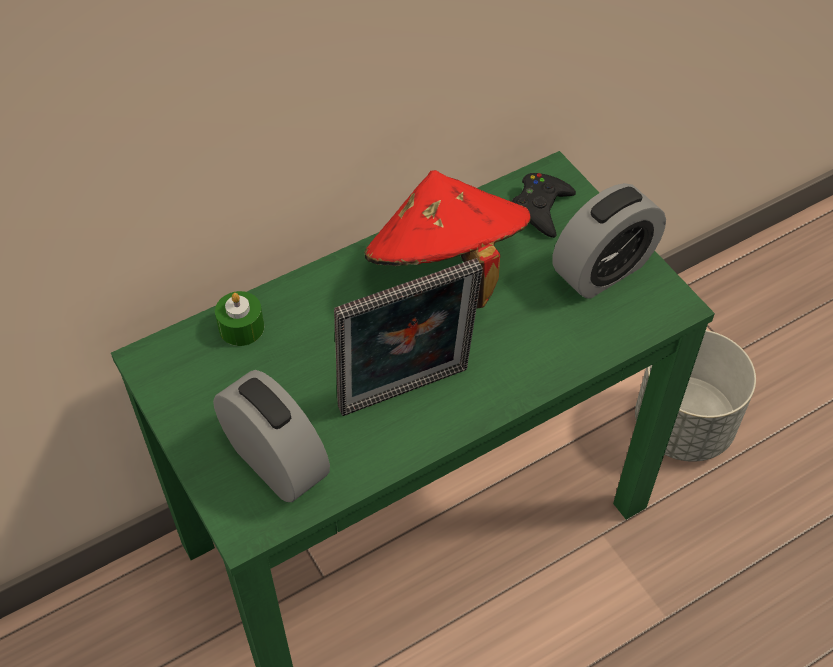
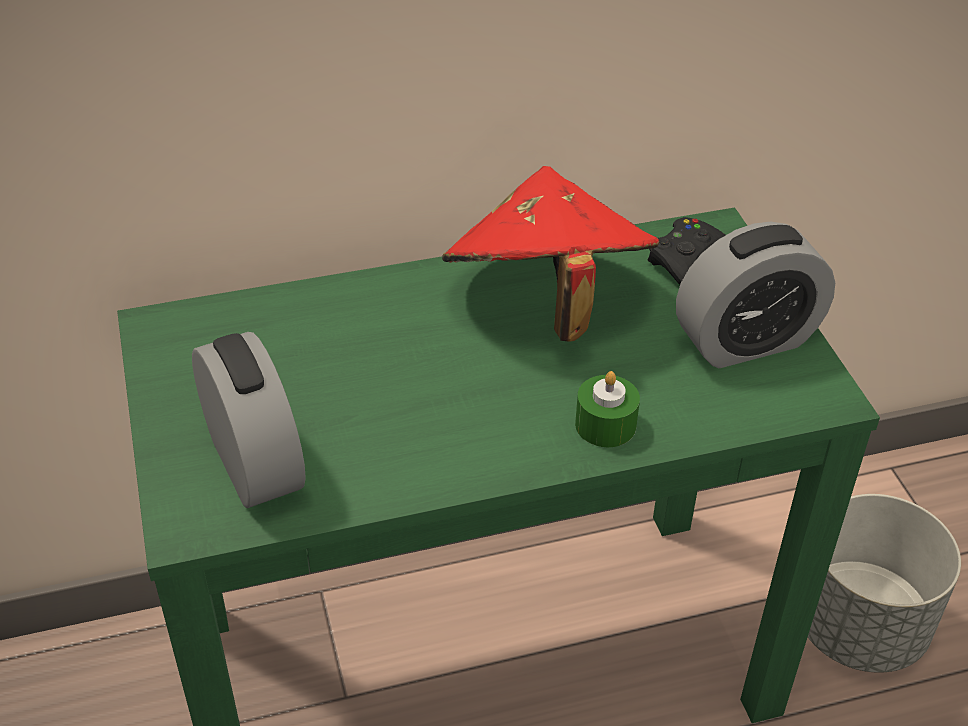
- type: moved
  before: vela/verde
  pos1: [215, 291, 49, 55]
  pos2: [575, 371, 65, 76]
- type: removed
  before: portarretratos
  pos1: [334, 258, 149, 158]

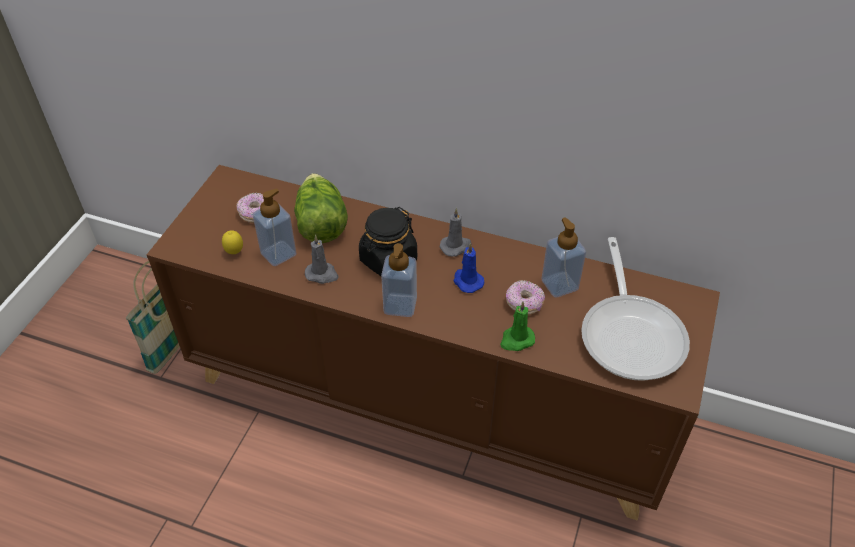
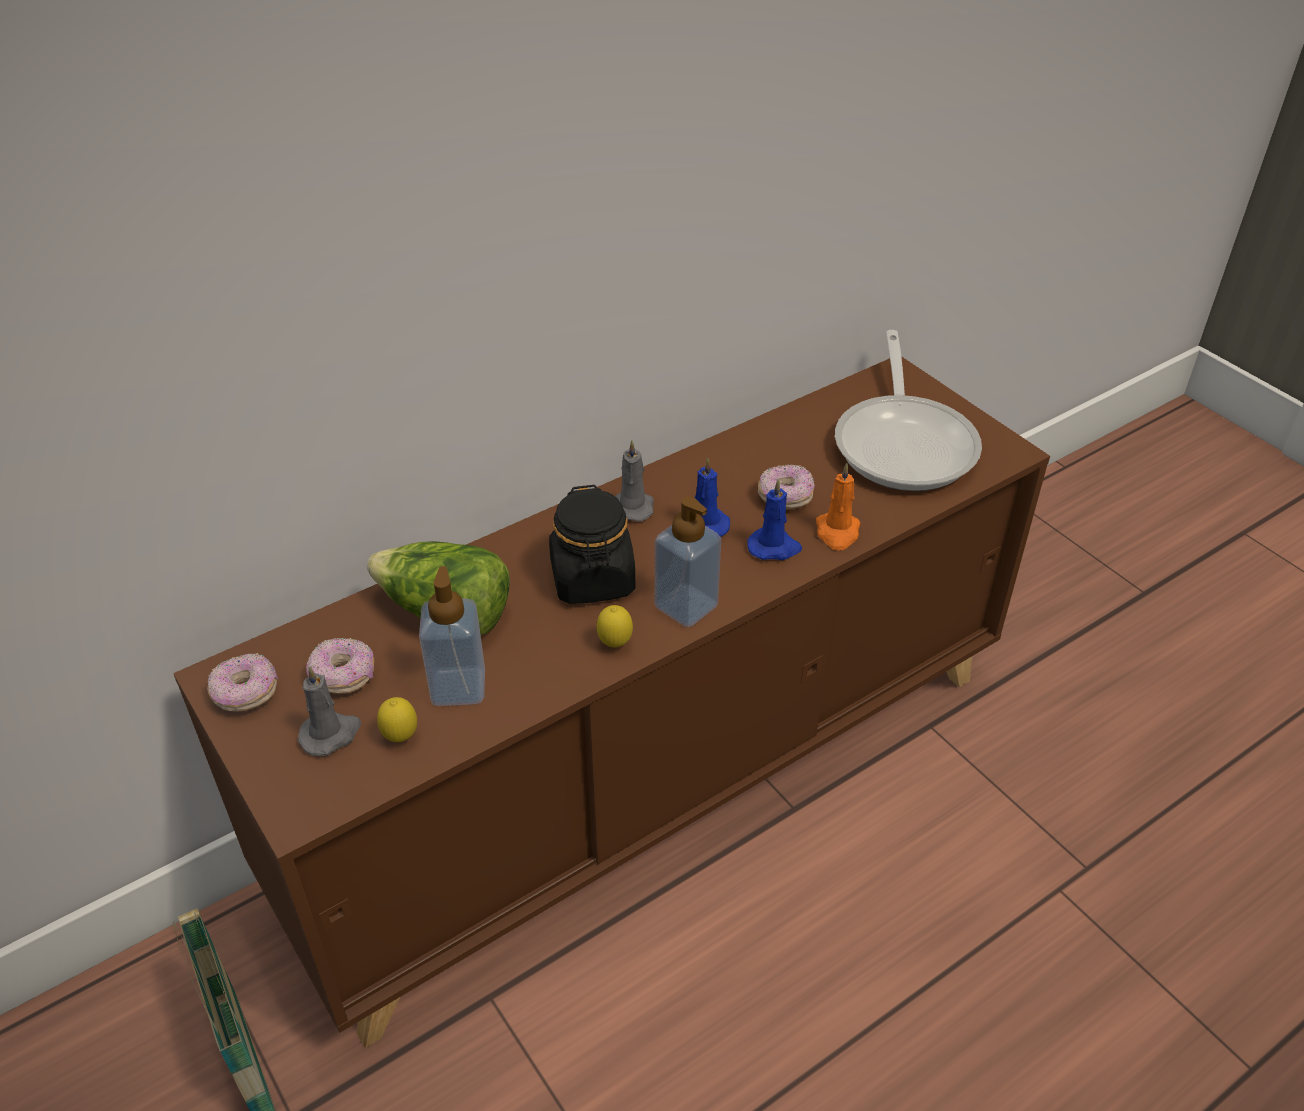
- type: moved
  before: vela/gris
  pos1: [305, 235, 33, 49]
  pos2: [298, 666, 63, 90]
- type: recoloured
  before: vela/verde
  after: vela/naranja
  pos1: [500, 301, 35, 50]
  pos2: [816, 463, 44, 88]
- type: removed
  before: dispensador de jabón
  pos1: [542, 217, 44, 81]
- type: turned
  before: sartén
  pos1: [581, 237, 109, 144]
  pos2: [835, 330, 147, 161]
  turn: 60
- type: added
  after: rosquilla
  pos2: [207, 653, 71, 59]
- type: added
  after: limón
  pos2: [597, 605, 36, 42]
- type: added
  after: vela/azul
  pos2: [747, 479, 55, 81]

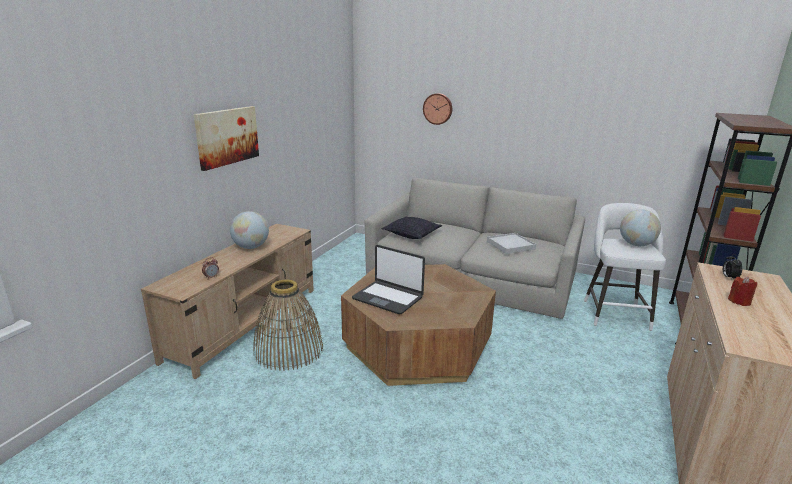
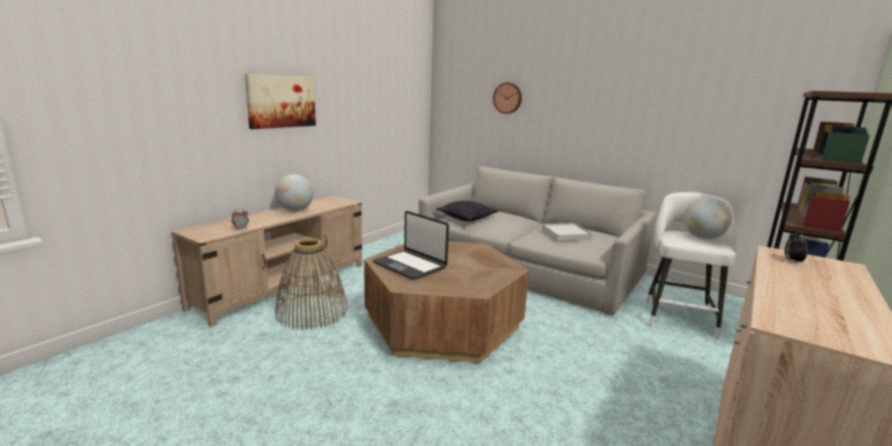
- type: removed
  before: vela/rojo
  pos1: [728, 277, 29, 29]

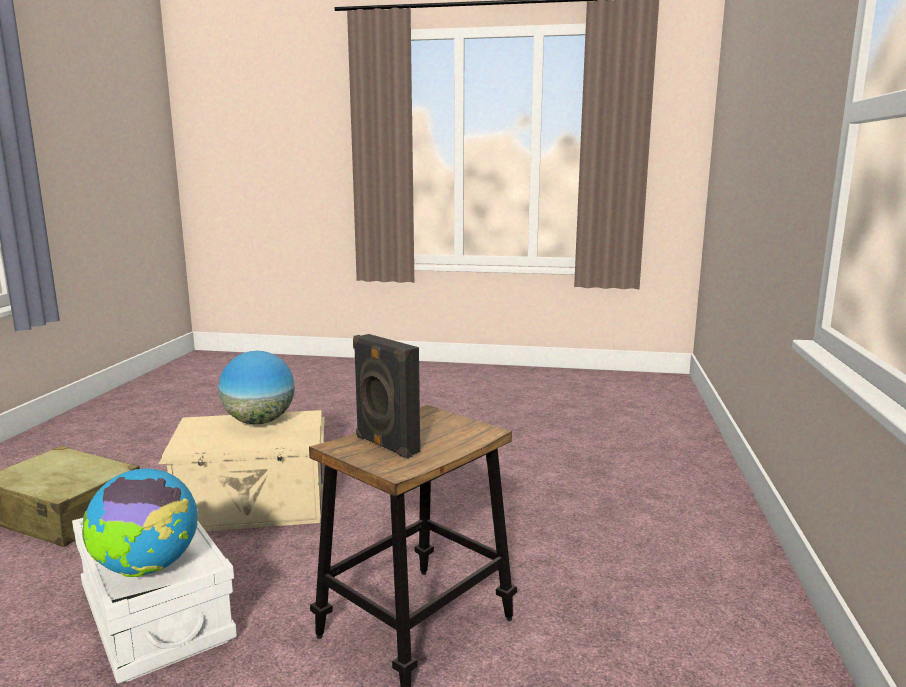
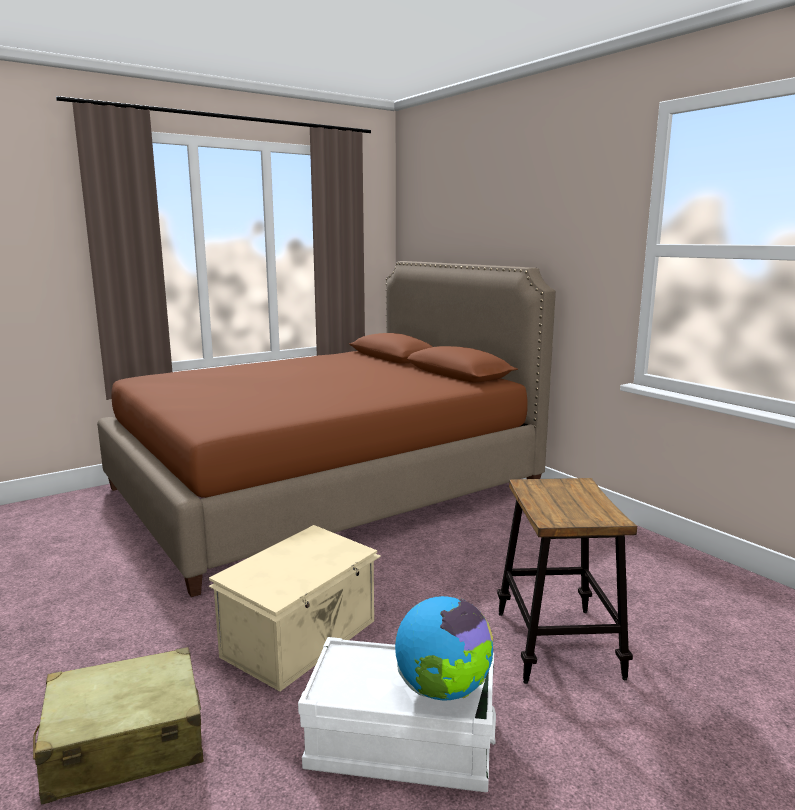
- type: removed
  before: globo terráqueo
  pos1: [218, 351, 77, 73]
- type: removed
  before: altavoz/negro
  pos1: [353, 334, 67, 125]
- type: added
  after: cama/marrón
  pos2: [97, 261, 459, 336]

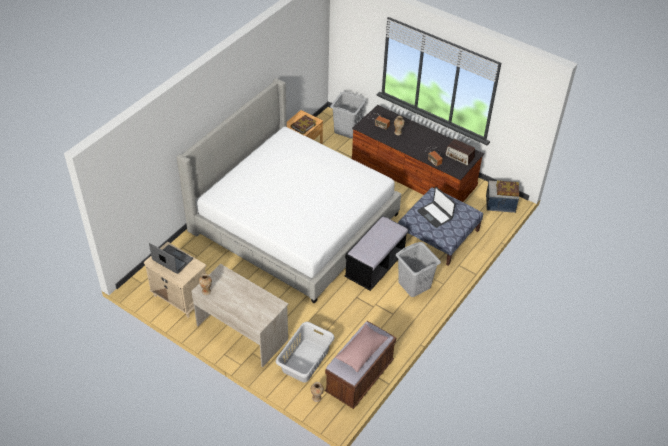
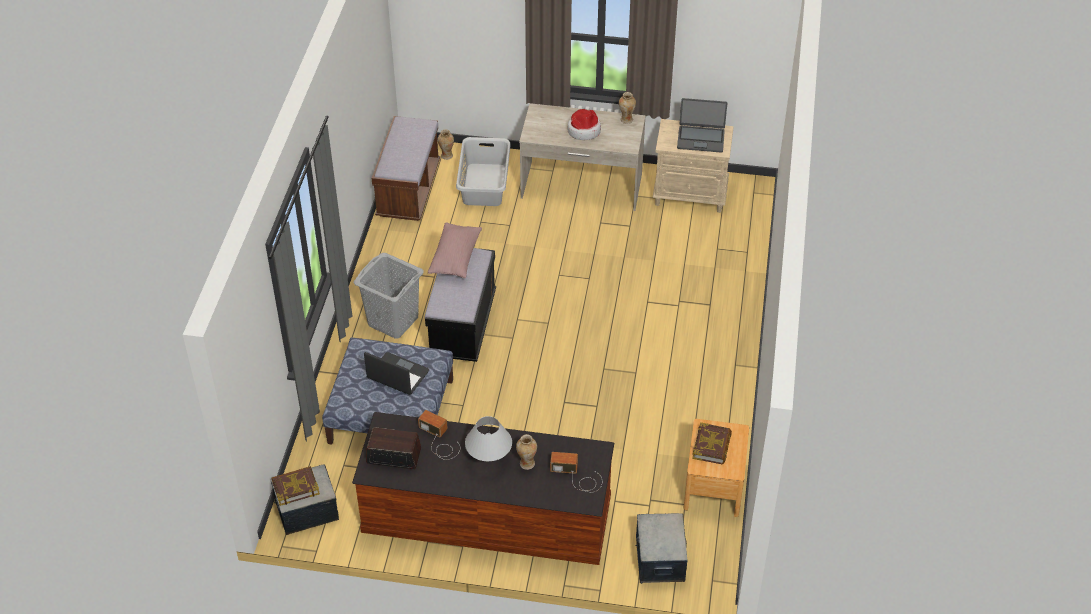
- type: removed
  before: cama
  pos1: [176, 78, 225, 226]
- type: replaced
  before: cesto de la ropa/gris
  after: caja de almacenaje
  pos1: [330, 92, 36, 46]
  pos2: [636, 513, 52, 71]
- type: moved
  before: cojín/rosa
  pos1: [335, 324, 53, 48]
  pos2: [428, 222, 54, 56]
- type: added
  after: lámpara de mesa/blanco
  pos2: [465, 416, 47, 45]
- type: added
  after: sombrero
  pos2: [567, 109, 34, 31]

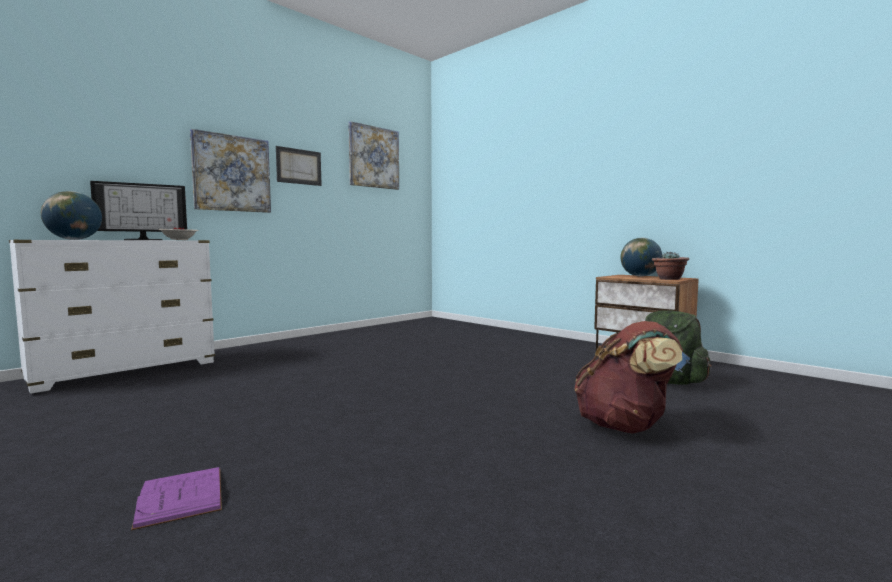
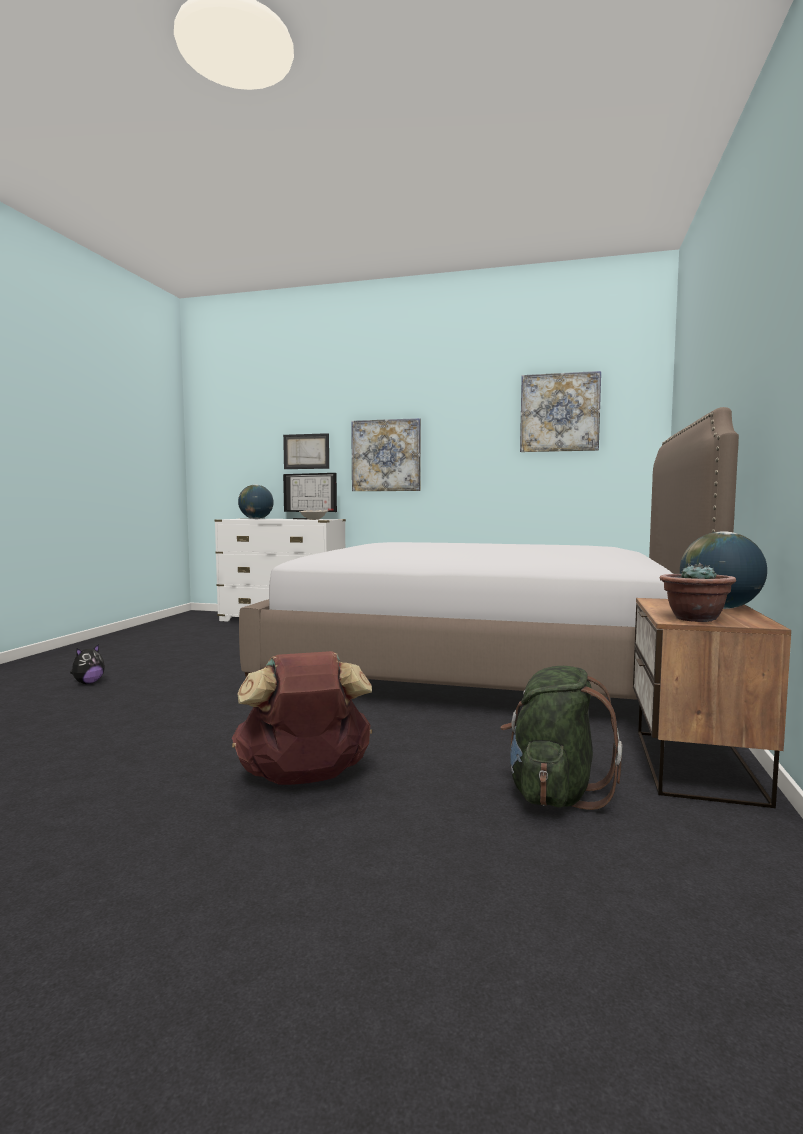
- type: replaced
  before: libro/morado
  after: peluche
  pos1: [131, 467, 91, 63]
  pos2: [70, 644, 35, 40]
- type: moved
  before: cuadro
  pos1: [276, 146, 46, 40]
  pos2: [283, 433, 46, 36]
- type: added
  after: cama
  pos2: [239, 407, 500, 293]

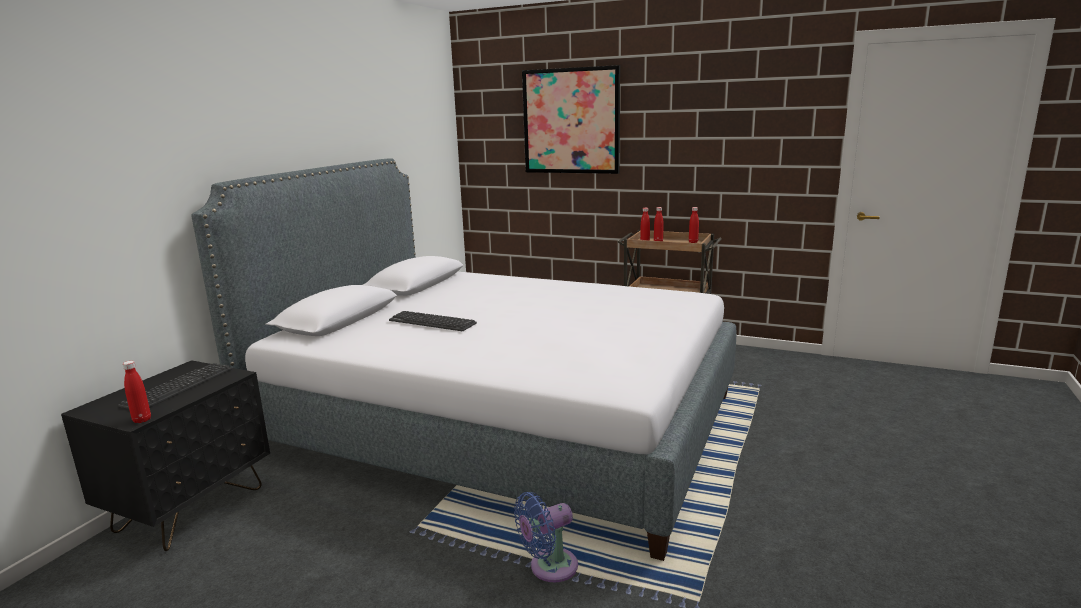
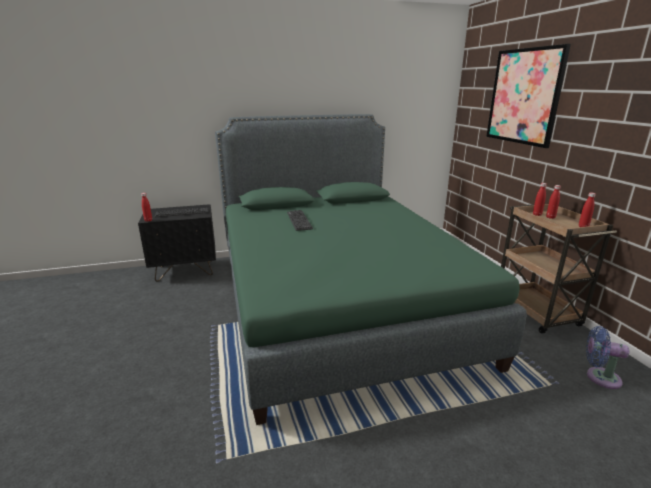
- type: recoloured
  before: cama/gris
  after: cama/verde
  pos1: [191, 158, 545, 403]
  pos2: [215, 114, 312, 311]
- type: moved
  before: ventilador/azul
  pos1: [514, 492, 64, 90]
  pos2: [586, 326, 43, 63]

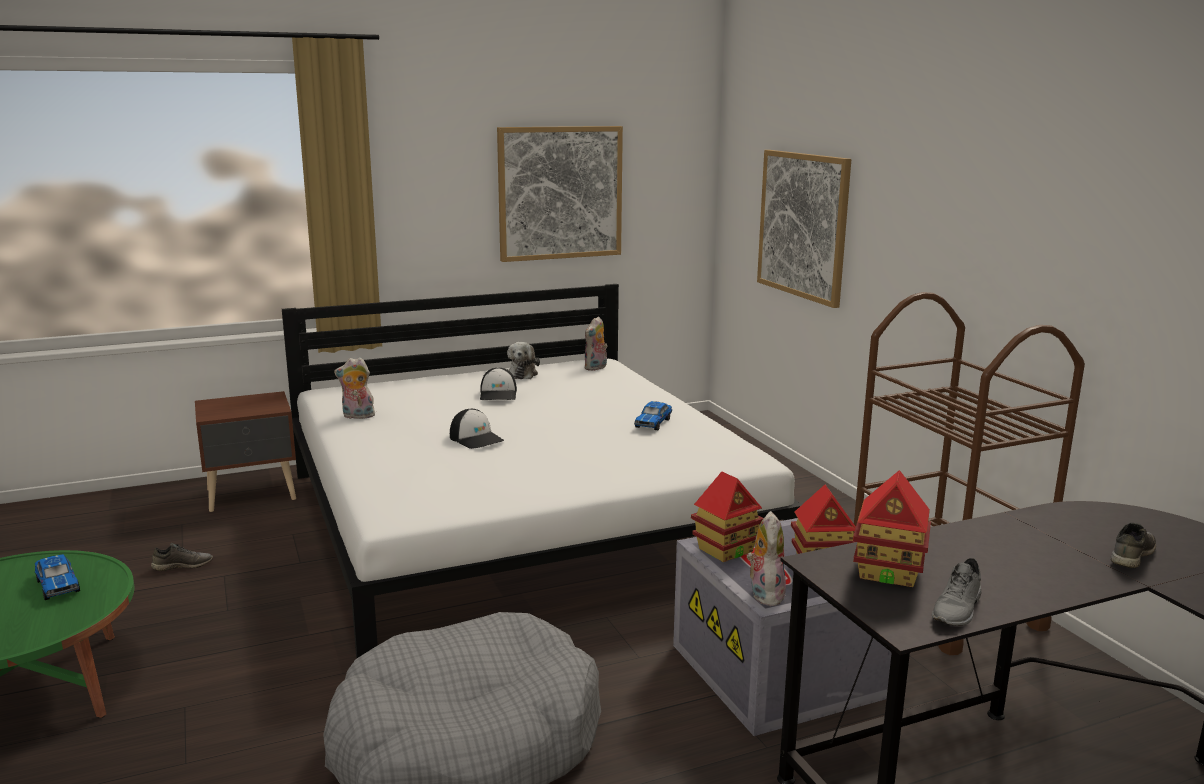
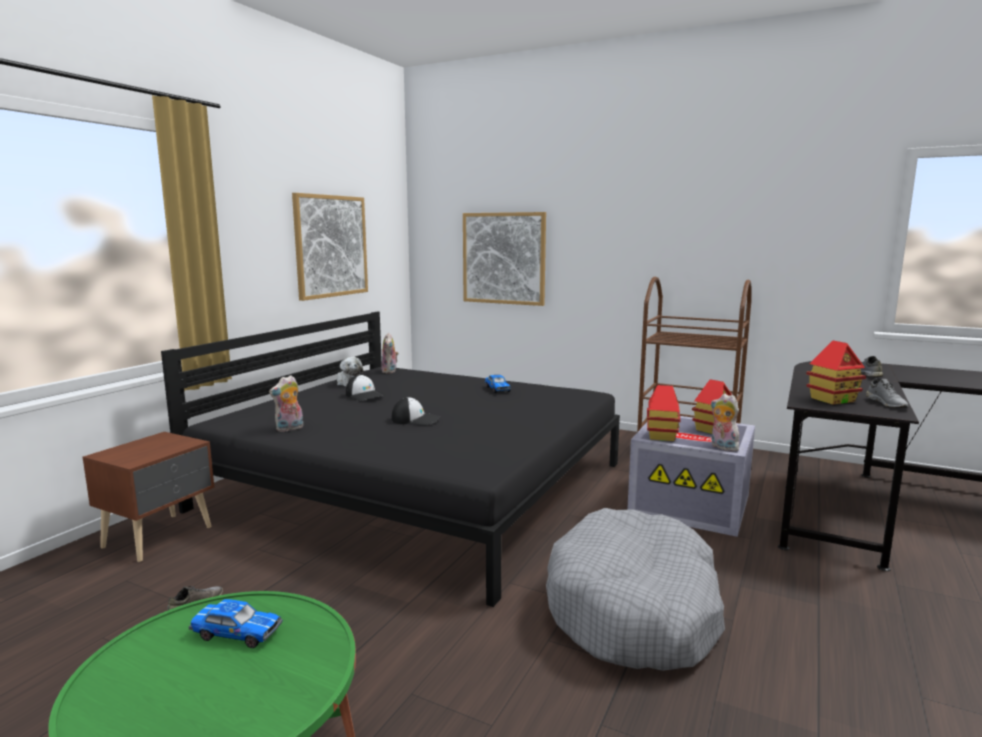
- type: recoloured
  before: cama/blanco
  after: cama/negro
  pos1: [282, 284, 520, 375]
  pos2: [161, 312, 459, 295]

